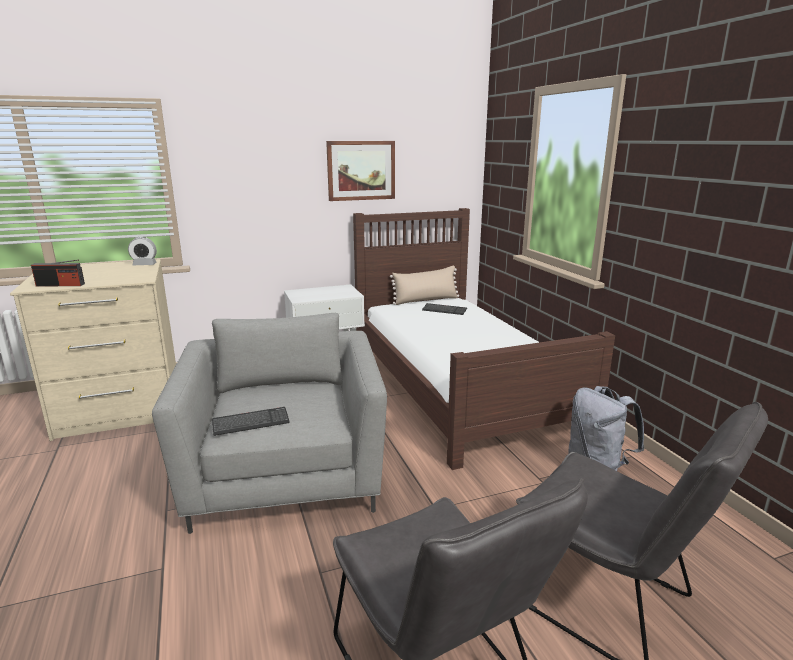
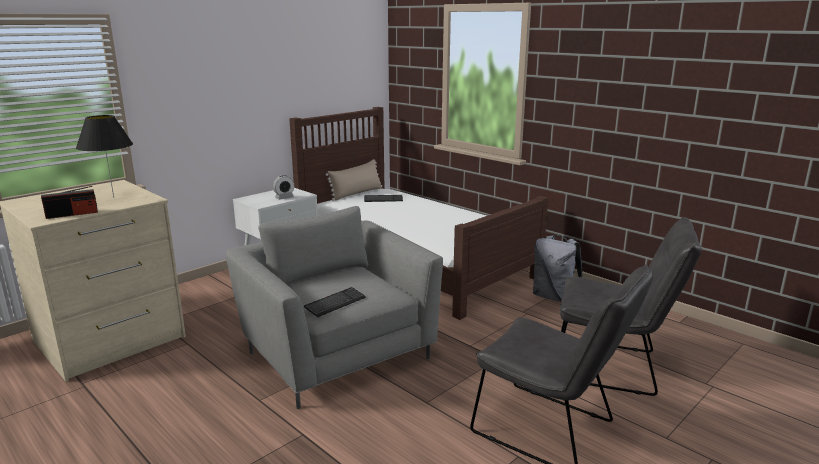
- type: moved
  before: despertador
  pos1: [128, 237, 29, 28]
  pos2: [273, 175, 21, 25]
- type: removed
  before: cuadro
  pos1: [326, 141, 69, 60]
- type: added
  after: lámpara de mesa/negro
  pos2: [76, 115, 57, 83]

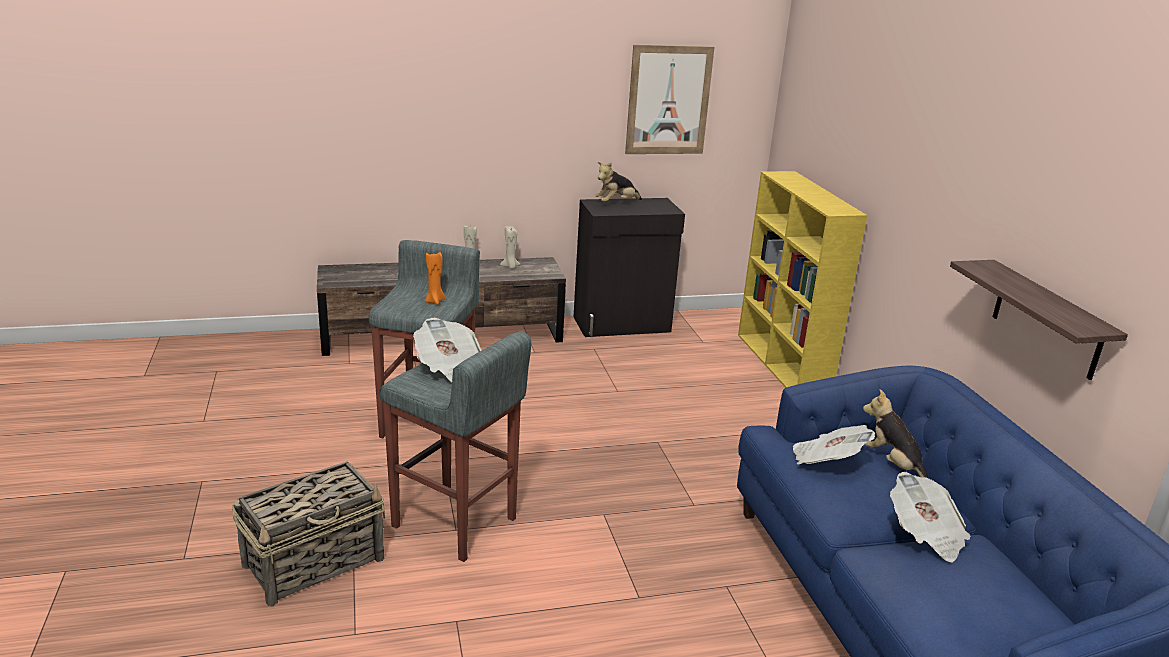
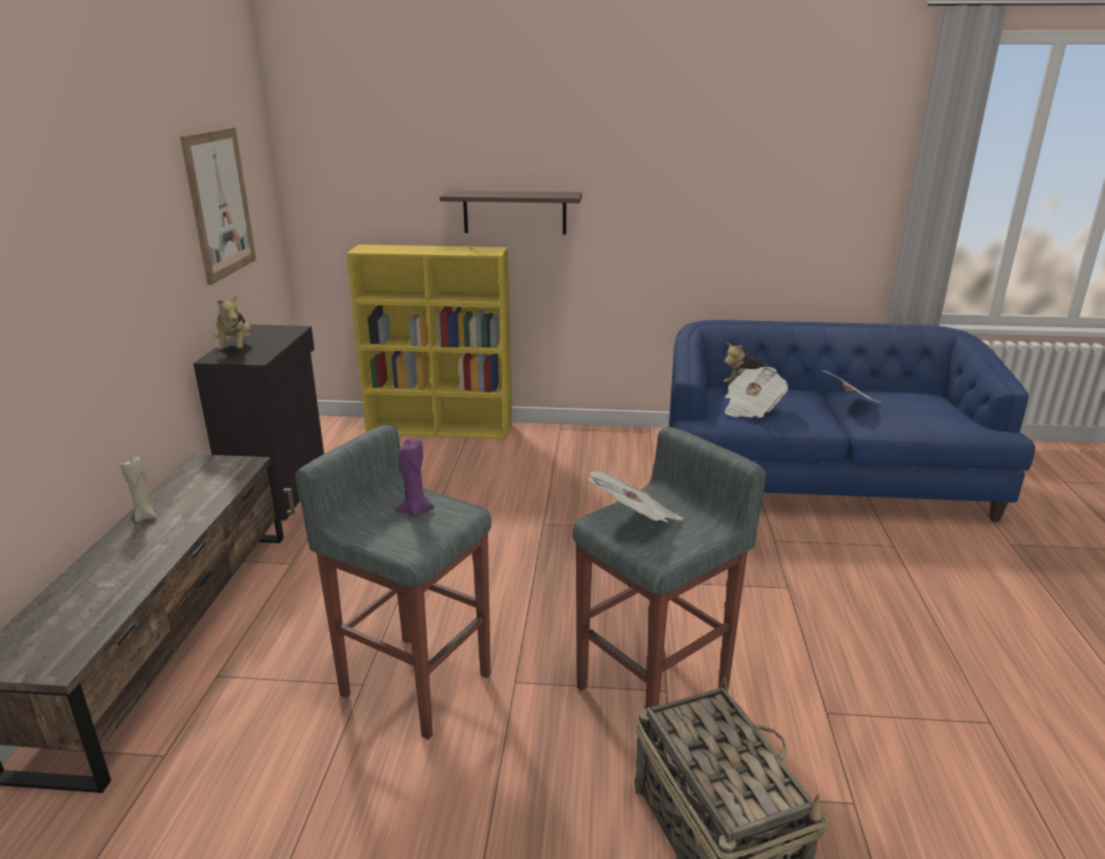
- type: recoloured
  before: vela/naranja
  after: vela/morado
  pos1: [425, 252, 20, 53]
  pos2: [396, 439, 39, 79]
- type: removed
  before: vela/beis
  pos1: [500, 226, 20, 43]
- type: moved
  before: estante
  pos1: [950, 260, 178, 120]
  pos2: [440, 191, 142, 44]

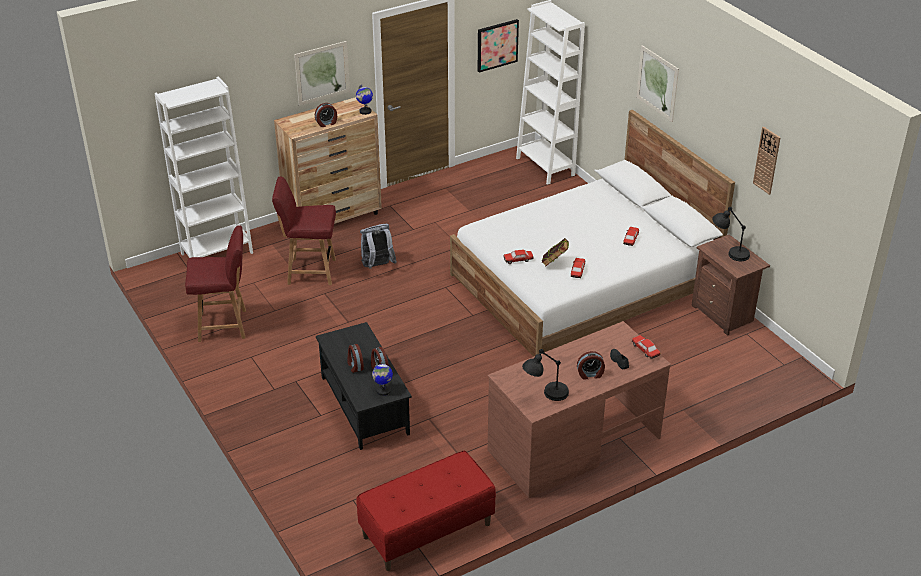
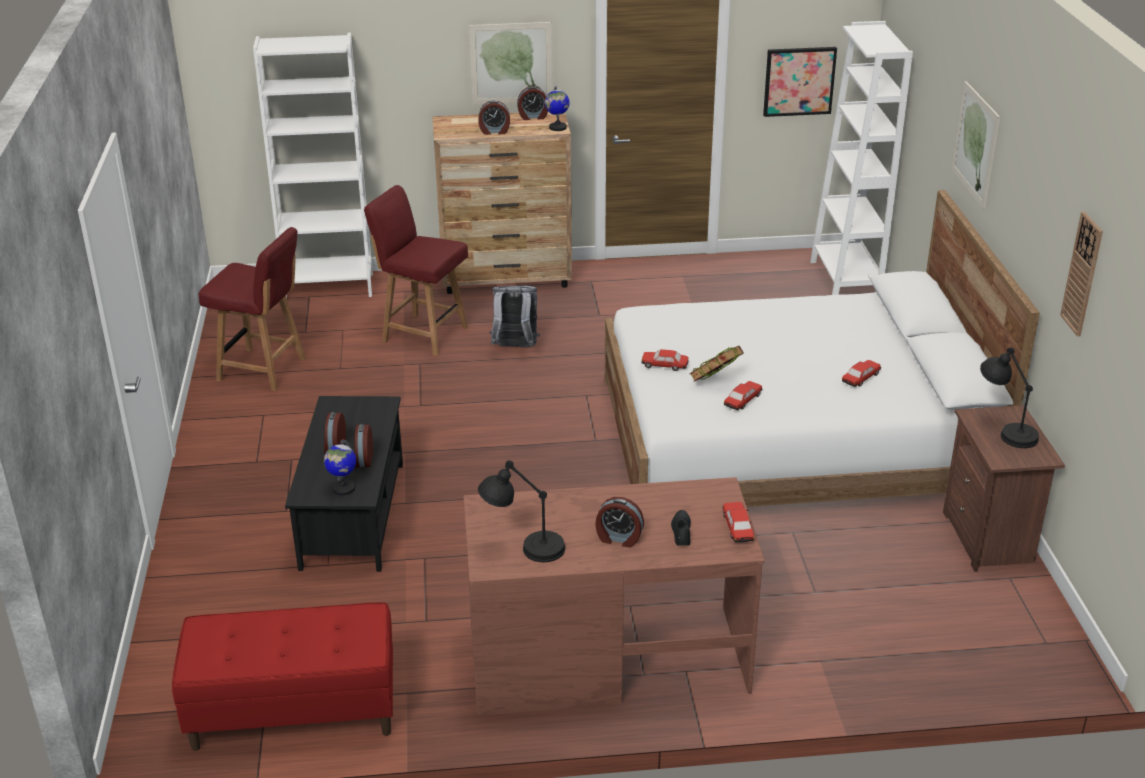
- type: added
  after: despertador
  pos2: [517, 86, 31, 34]

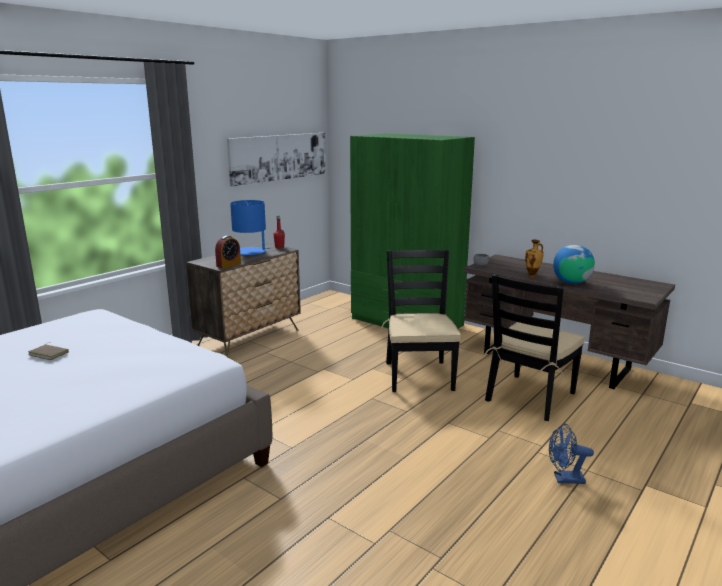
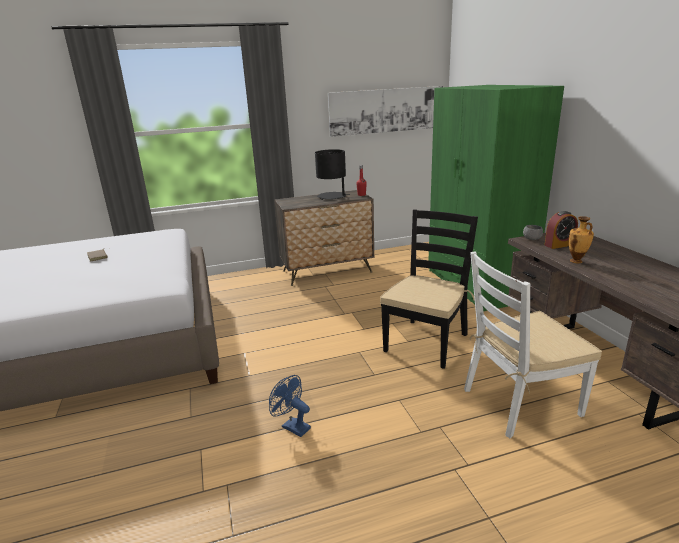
- type: moved
  before: despertador
  pos1: [215, 236, 26, 32]
  pos2: [545, 211, 33, 38]
- type: recoloured
  before: lámpara de mesa/azul
  after: lámpara de mesa/negro
  pos1: [230, 200, 40, 56]
  pos2: [315, 149, 35, 51]
- type: recoloured
  before: silla/negro
  after: silla/blanco
  pos1: [485, 274, 100, 147]
  pos2: [464, 251, 138, 187]
- type: moved
  before: ventilador/azul
  pos1: [549, 423, 45, 61]
  pos2: [269, 375, 42, 62]
- type: removed
  before: globo terráqueo
  pos1: [553, 245, 42, 39]

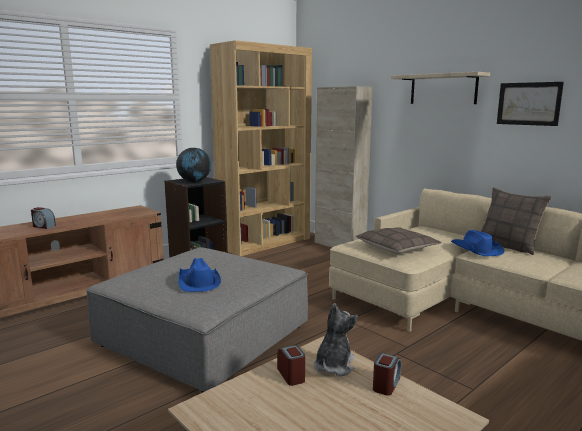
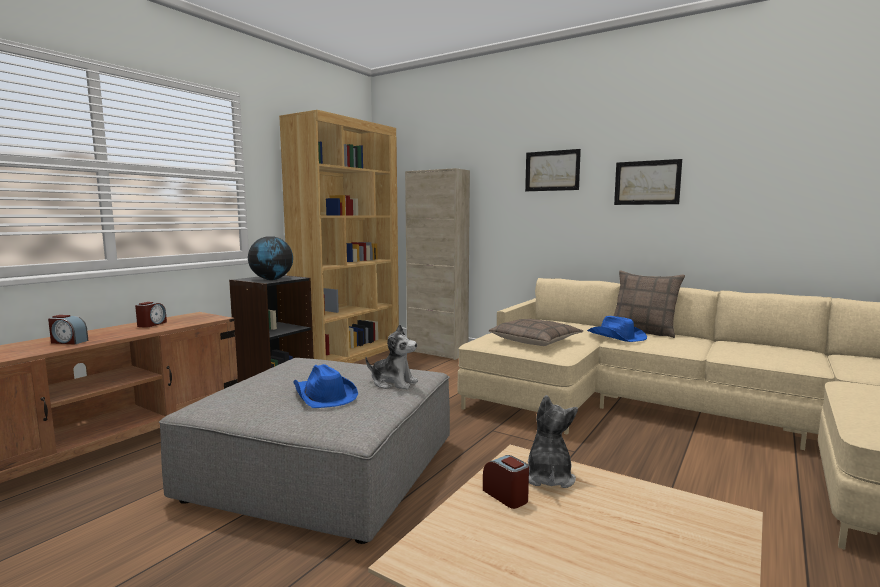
- type: moved
  before: despertador
  pos1: [373, 353, 28, 43]
  pos2: [135, 302, 32, 26]
- type: replaced
  before: estante/beis
  after: cuadro
  pos1: [391, 72, 99, 32]
  pos2: [525, 149, 56, 42]
- type: added
  after: peluche
  pos2: [366, 324, 52, 65]

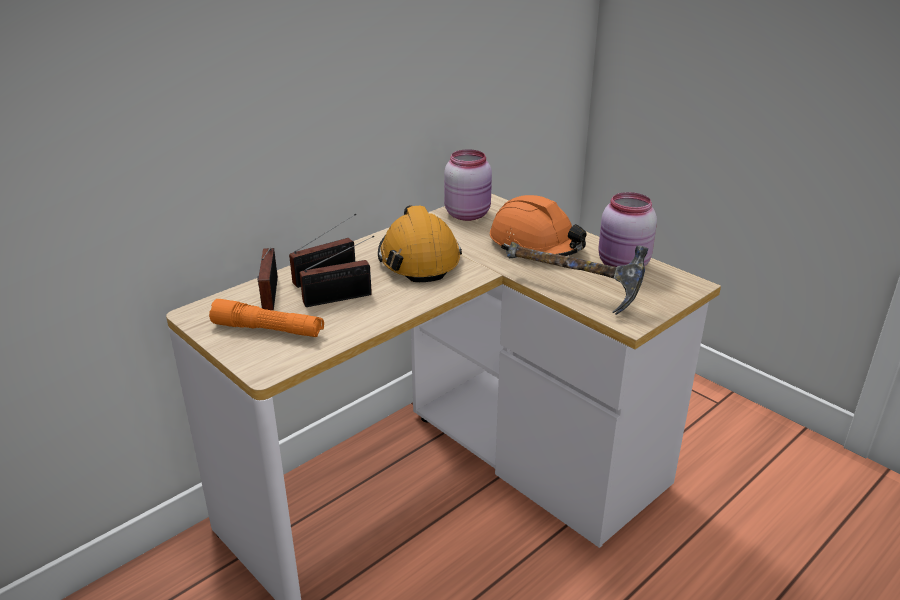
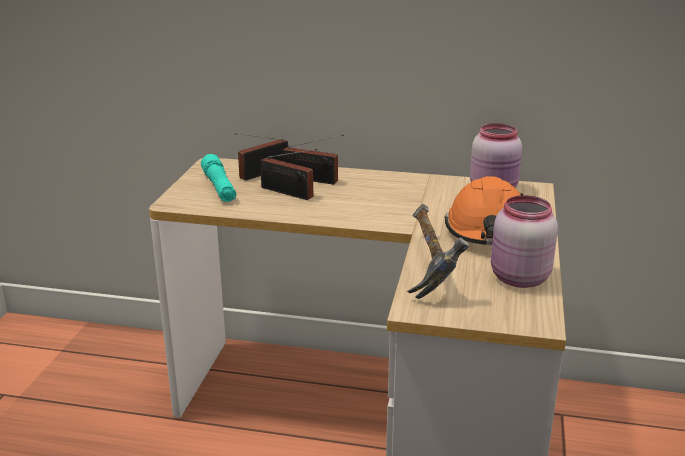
- type: recoloured
  before: linterna/naranja
  after: linterna/turquesa
  pos1: [209, 299, 115, 38]
  pos2: [201, 154, 35, 48]
- type: removed
  before: casco/naranja
  pos1: [378, 205, 84, 77]

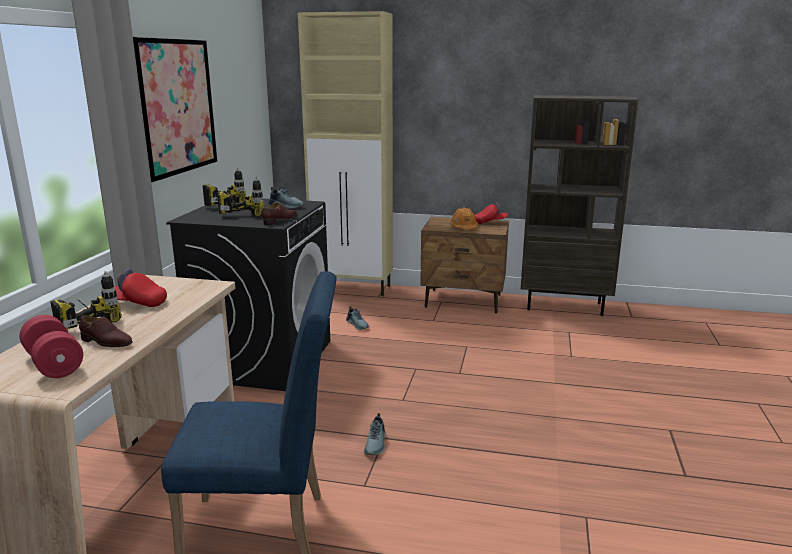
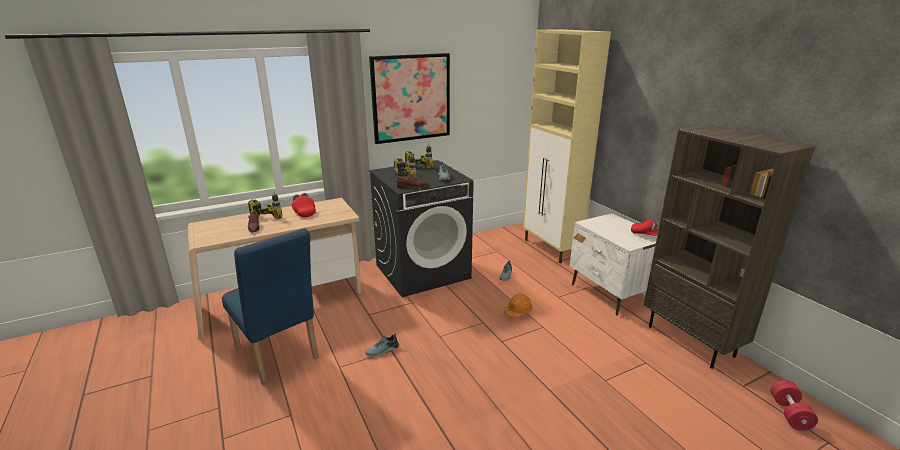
- type: moved
  before: mancuerna/rojo
  pos1: [20, 315, 63, 63]
  pos2: [770, 380, 48, 50]
- type: recoloured
  before: mesita de noche/marrón
  after: mesita de noche/blanco
  pos1: [420, 217, 89, 96]
  pos2: [570, 213, 87, 103]
- type: moved
  before: casco/naranja
  pos1: [450, 208, 28, 21]
  pos2: [504, 293, 29, 24]

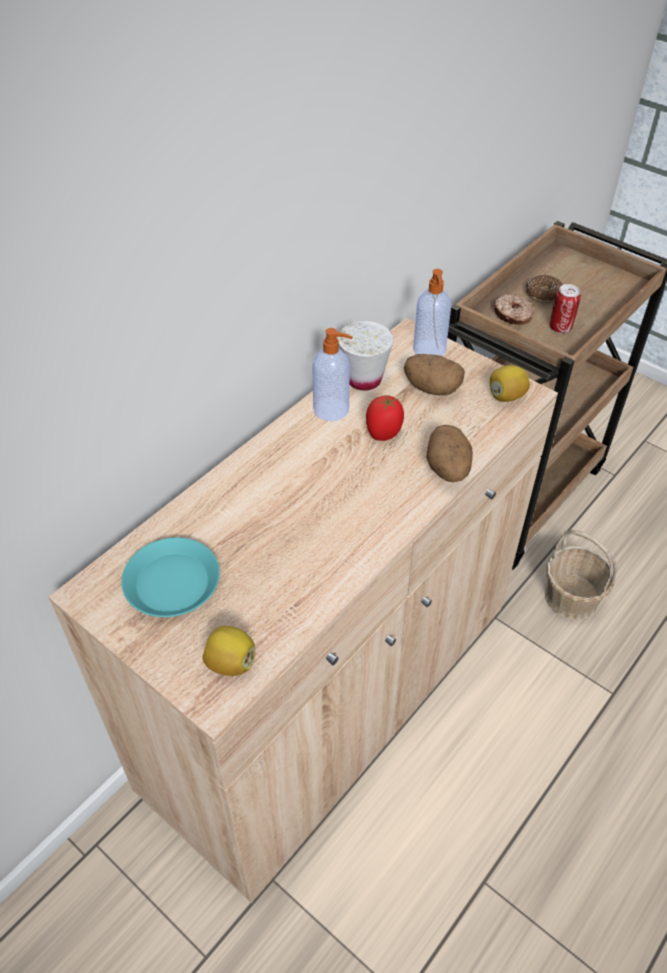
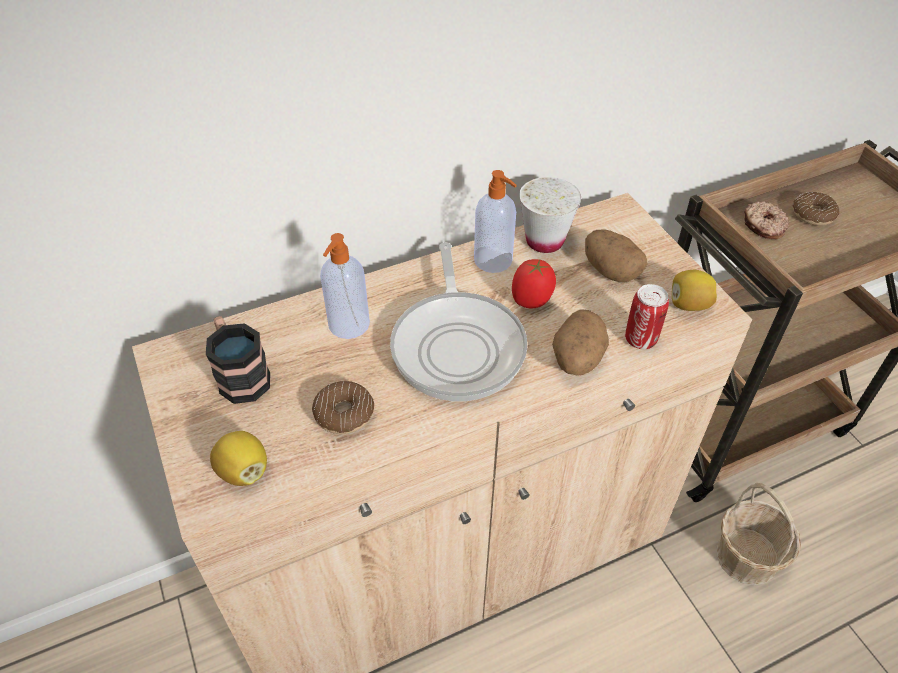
- type: replaced
  before: plato/turquesa
  after: taza grande
  pos1: [121, 537, 99, 80]
  pos2: [206, 316, 64, 88]
- type: moved
  before: dispensador de jabón
  pos1: [413, 269, 38, 87]
  pos2: [320, 233, 50, 106]
- type: moved
  before: lata
  pos1: [550, 284, 31, 49]
  pos2: [625, 284, 44, 65]
- type: added
  after: rosquilla
  pos2: [312, 381, 62, 53]
- type: added
  after: sartén
  pos2: [390, 242, 138, 159]

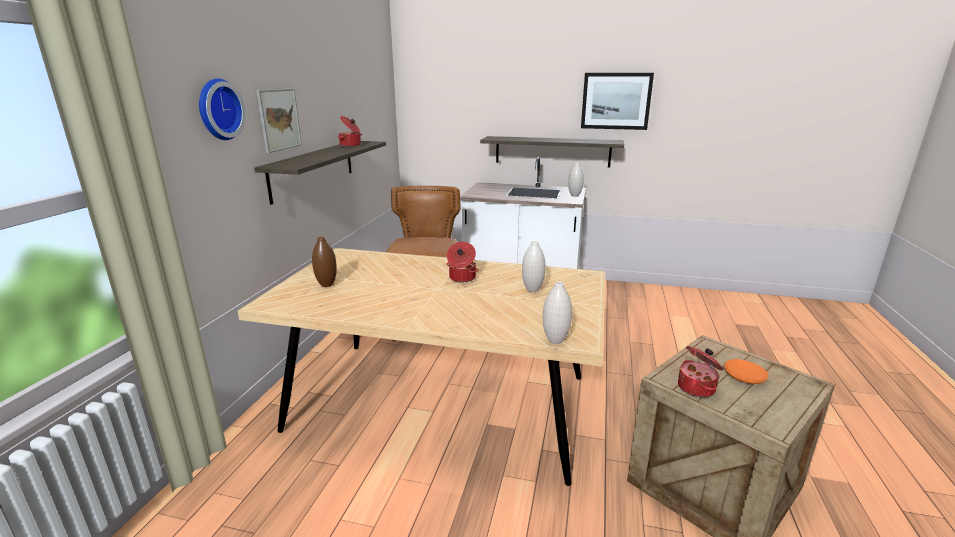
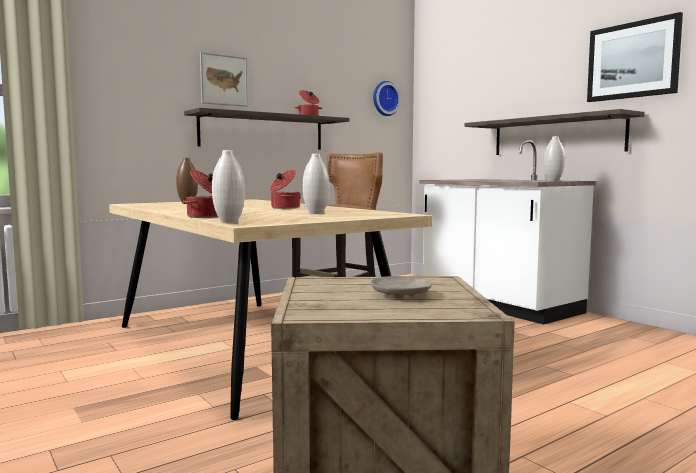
- type: moved
  before: reloj de pared
  pos1: [199, 78, 47, 62]
  pos2: [373, 81, 28, 35]
- type: moved
  before: olla
  pos1: [678, 346, 46, 52]
  pos2: [183, 169, 35, 49]
- type: recoloured
  before: plato/naranja
  after: plato/beis
  pos1: [724, 359, 45, 25]
  pos2: [371, 276, 61, 22]

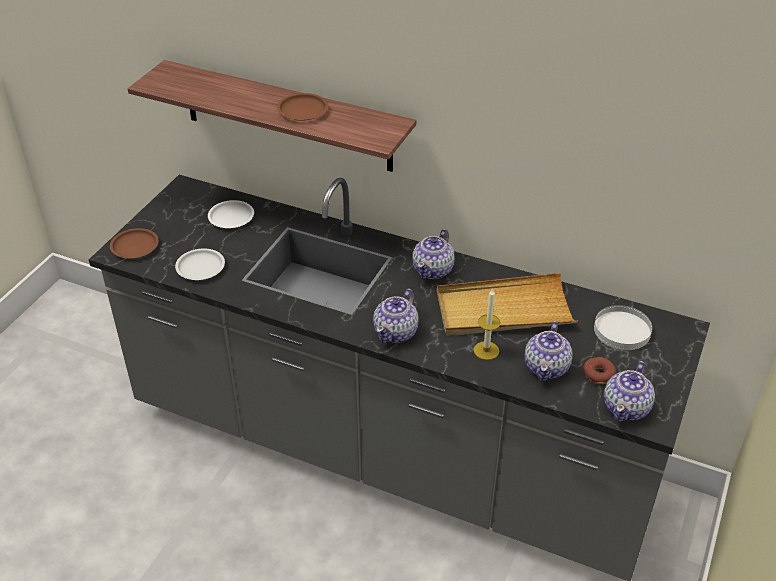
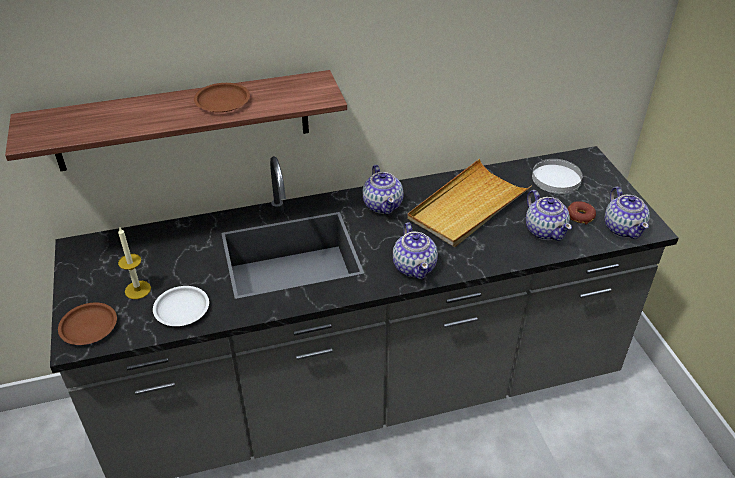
- type: removed
  before: plato/blanco
  pos1: [208, 200, 46, 28]
- type: moved
  before: vela
  pos1: [474, 288, 27, 72]
  pos2: [118, 228, 33, 71]

